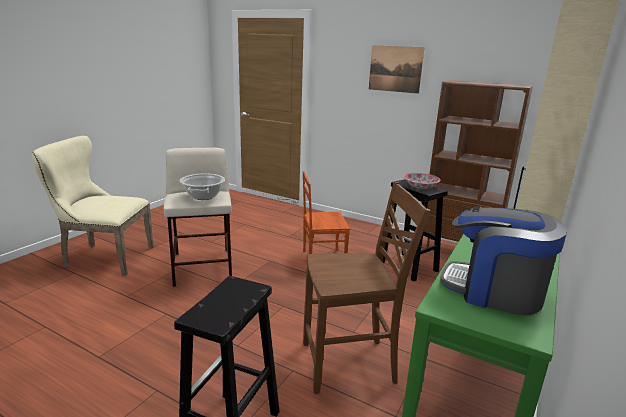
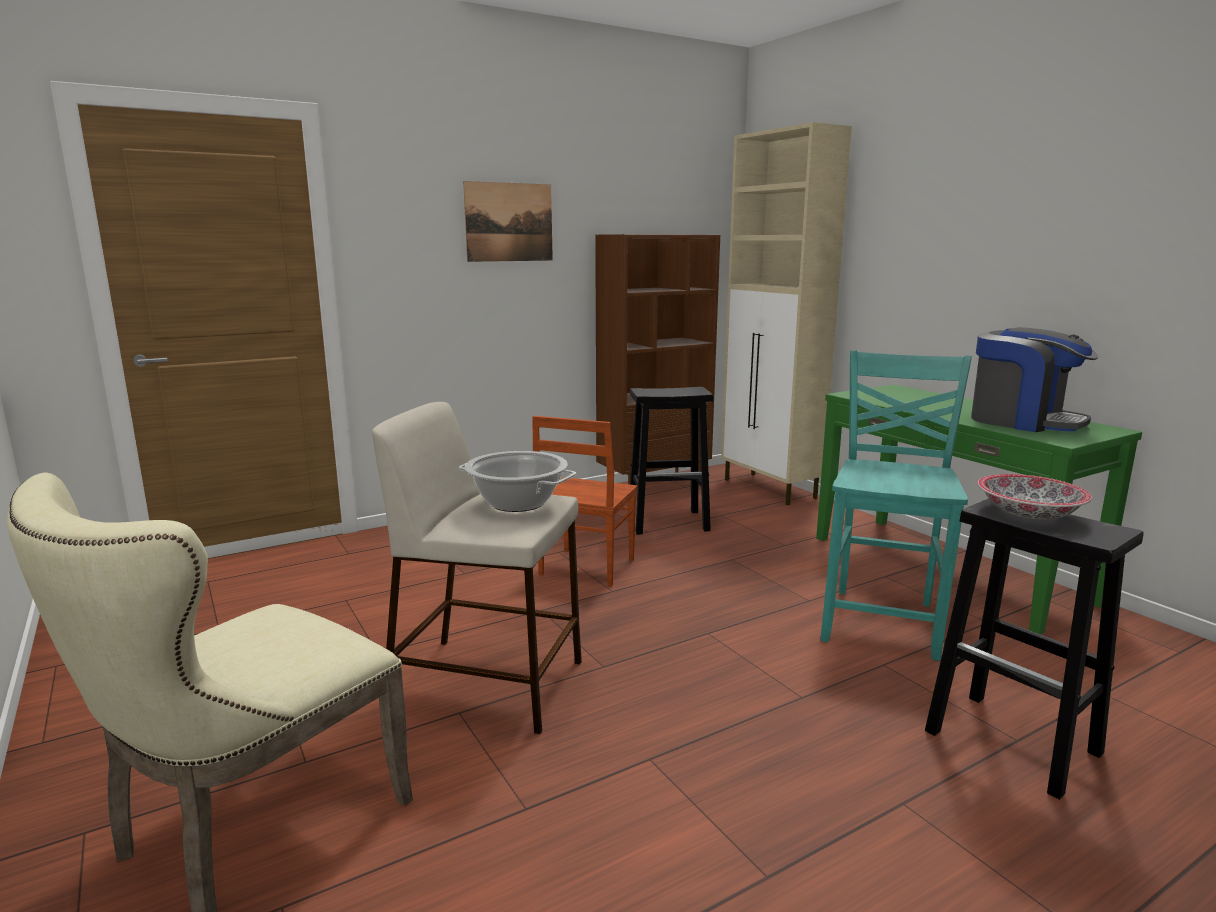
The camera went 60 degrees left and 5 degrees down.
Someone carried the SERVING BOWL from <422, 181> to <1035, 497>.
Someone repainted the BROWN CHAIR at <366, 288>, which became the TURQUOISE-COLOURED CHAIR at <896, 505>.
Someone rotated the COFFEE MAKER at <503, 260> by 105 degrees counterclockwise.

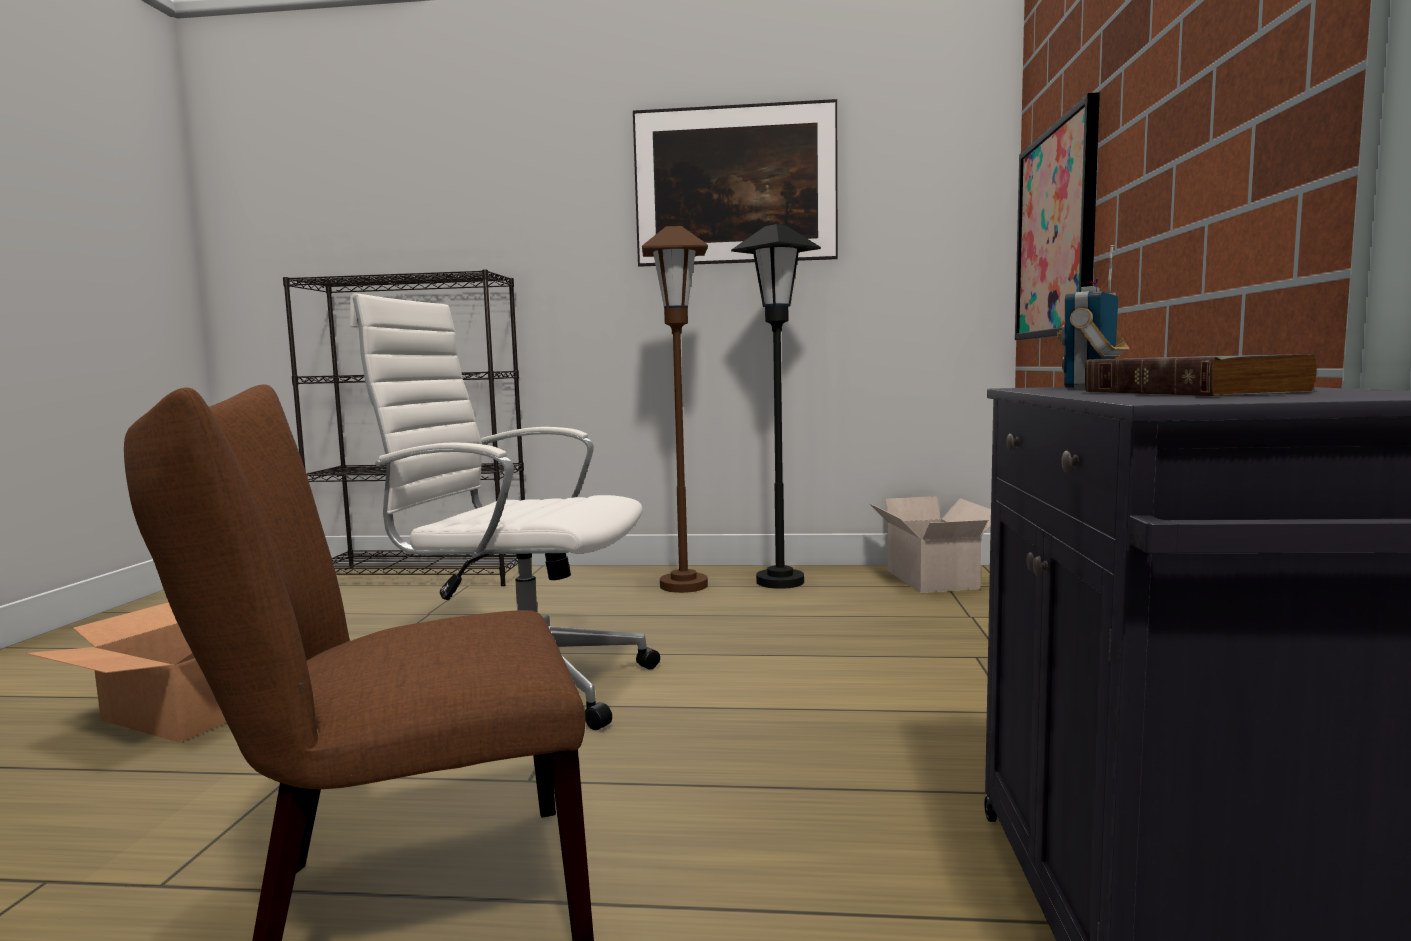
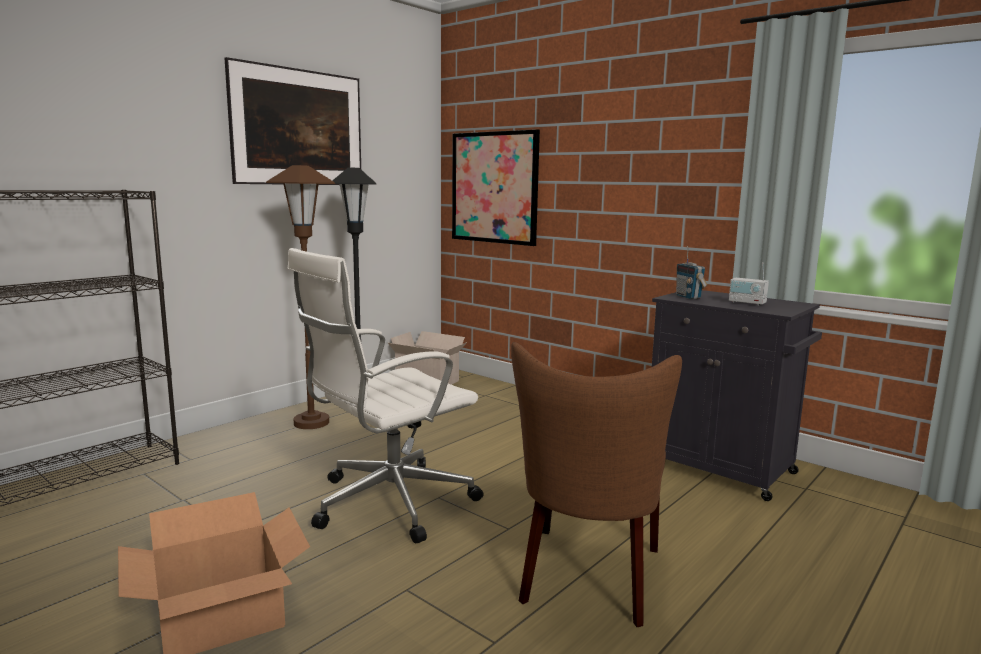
The camera went 55 degrees left and 5 degrees up.
Someone swapped the VOLUME at <1202, 375> for the RADIO at <749, 284>.

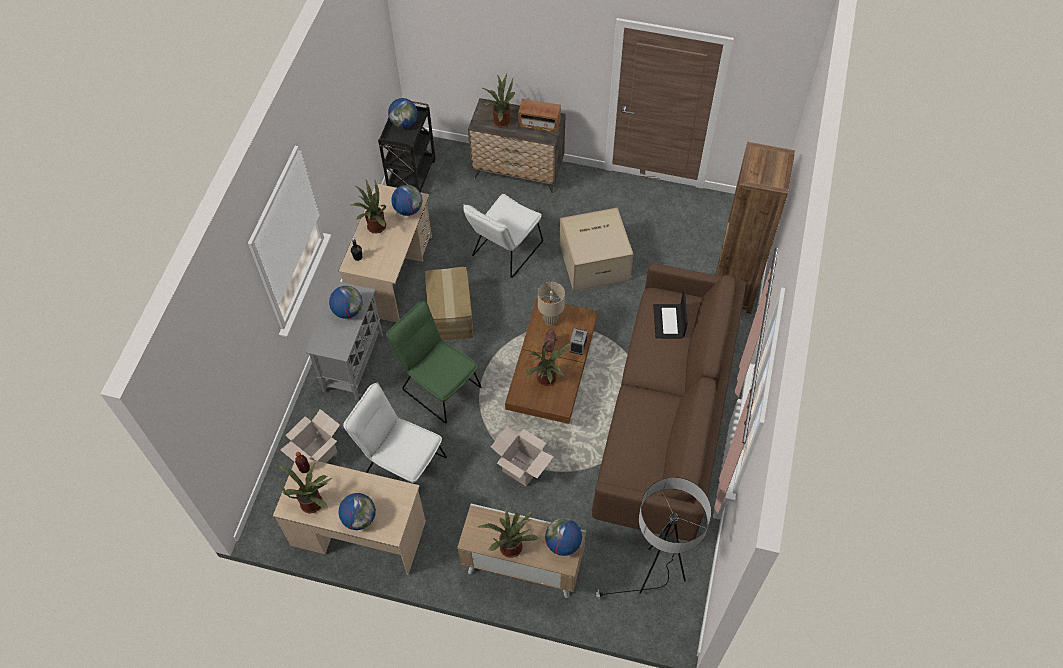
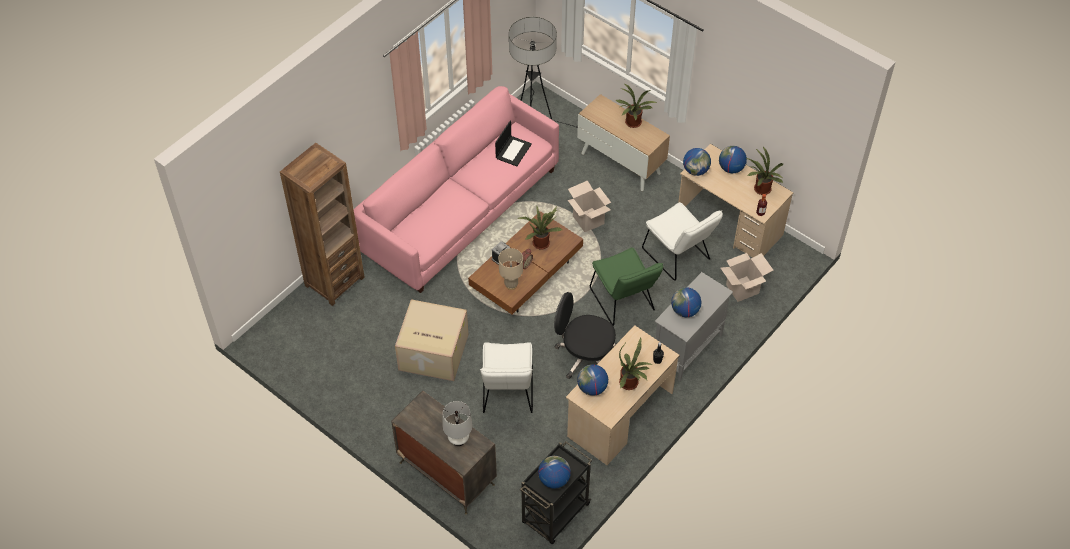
The camera went 155 degrees left and 5 degrees down.
Someone swapped the HOUSEPLANT at <498, 101> for the WHITE-COLOURED TABLE LAMP at <457, 423>.
Someone took away the RADIO at <539, 116>.
Someone rotated the WHITE-COLOURED CHAIR at <503, 236> by 120 degrees clockwise.
Someone repainted the BROWN COUCH at <669, 402>, which became the PINKISH COUCH at <456, 189>.
Someone swapped the PACKING BOX at <449, 303> for the BLACK DESK CHAIR at <585, 335>.
Someone carried the NOTEBOOK COMPUTER from <670, 314> to <513, 143>.
Someone carried the DESK GLOBE from <563, 537> to <697, 162>.

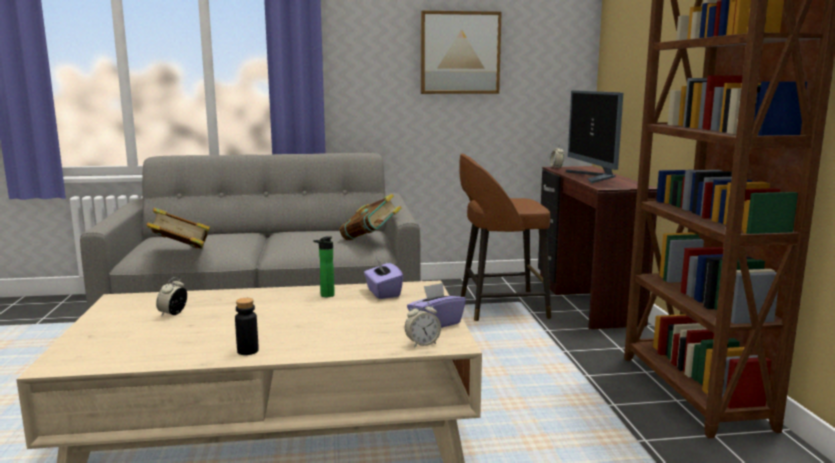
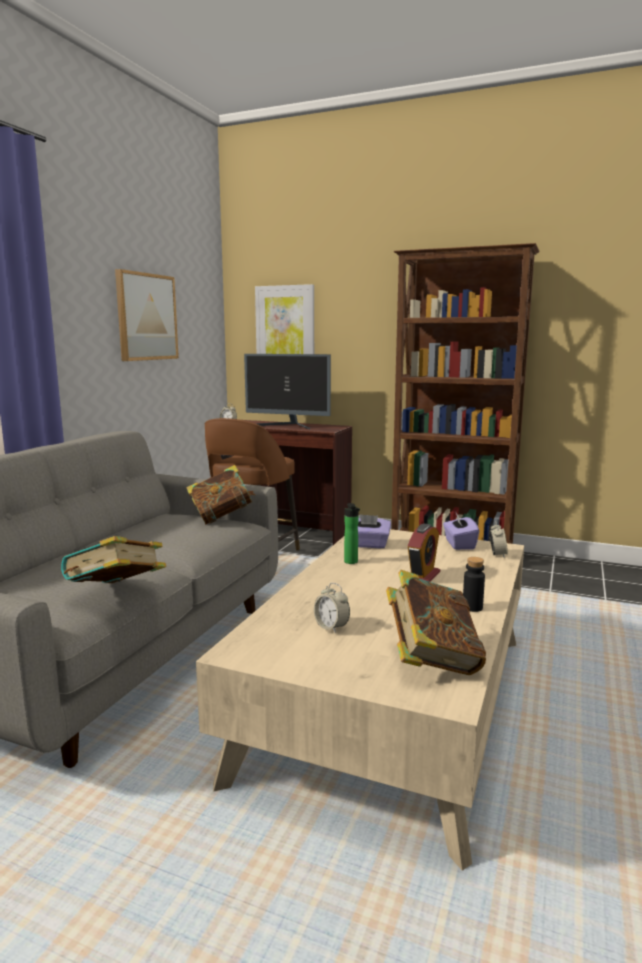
The camera went 60 degrees left and 0 degrees up.
Someone put up the WALL ART at <284, 319>.
Someone put down the TABLE CLOCK at <424, 553>.
Someone put down the VOLUME at <436, 622>.

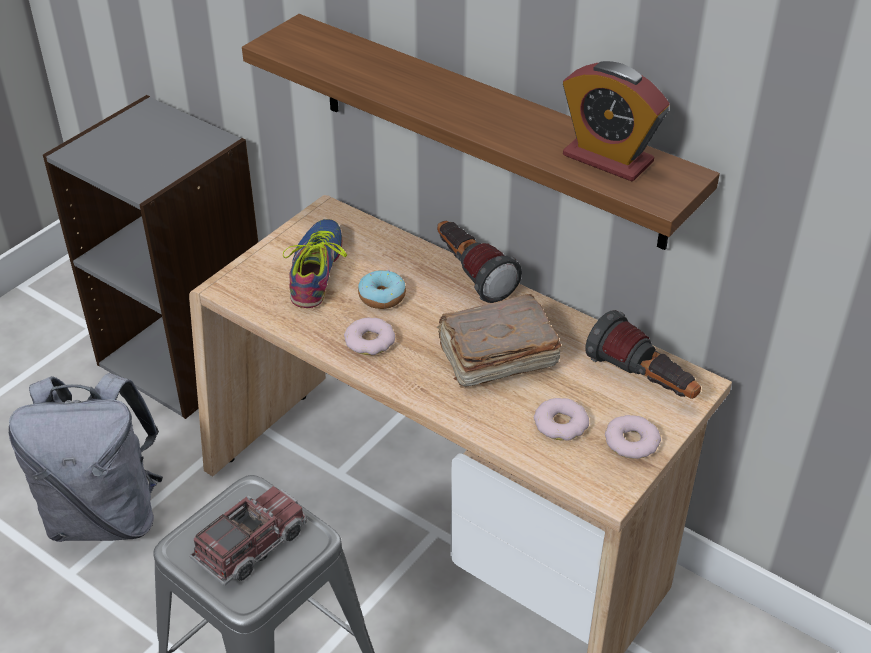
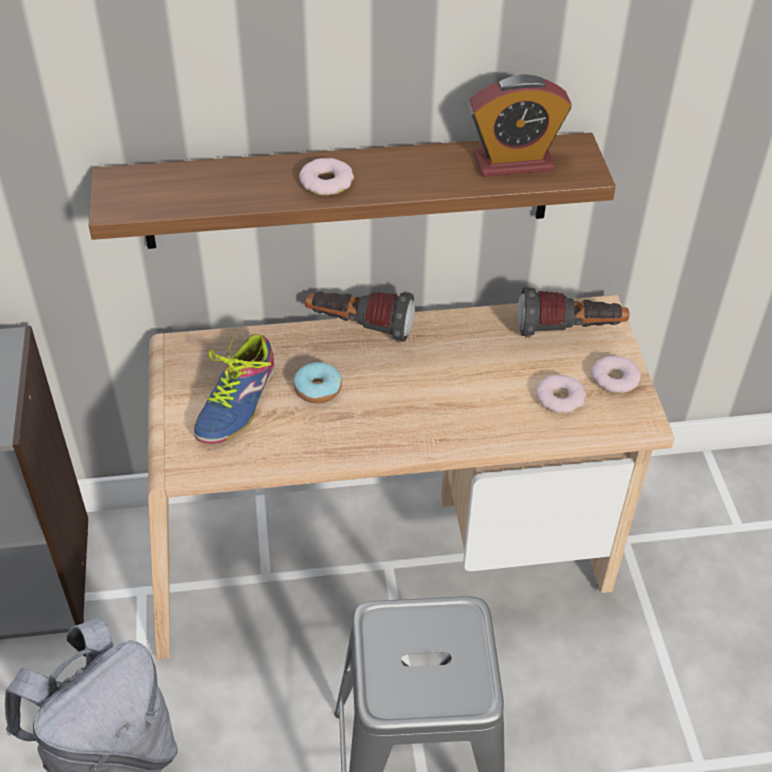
The camera went 45 degrees left and 5 degrees up.
Someone rotated the ITEM OF FOOTWEAR at <315, 263> by 120 degrees counterclockwise.
Someone took away the BROWN VOLUME at <499, 341>.
Someone carried the DOUGHNUT from <369, 336> to <326, 176>.
Someone took away the TOY TRUCK at <248, 536>.

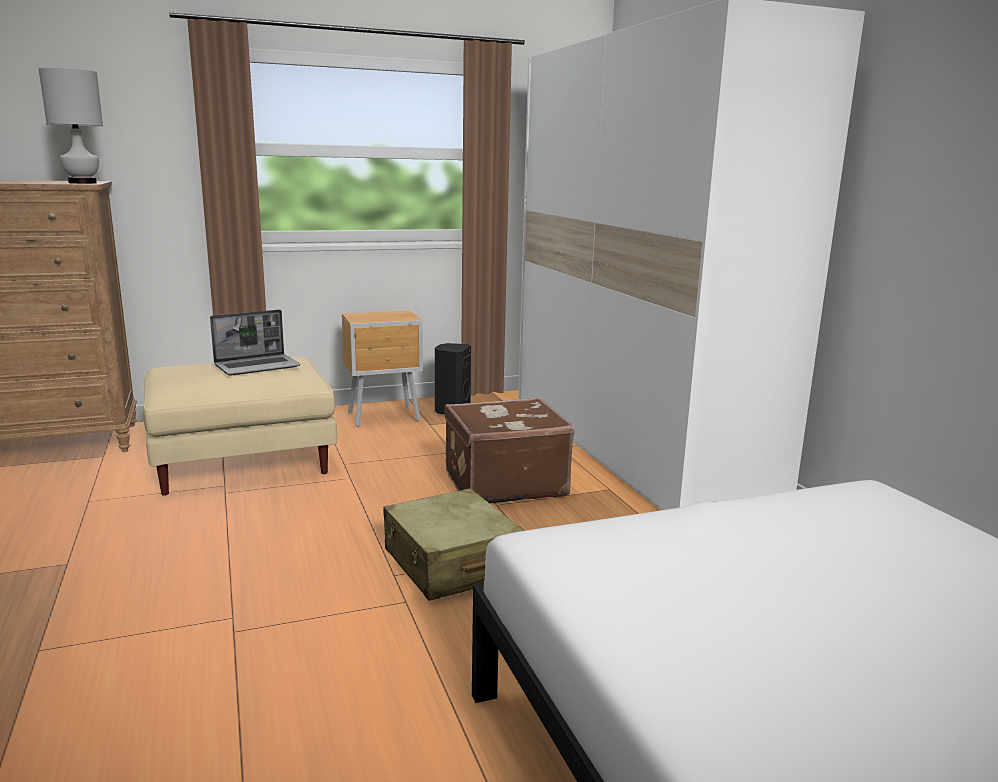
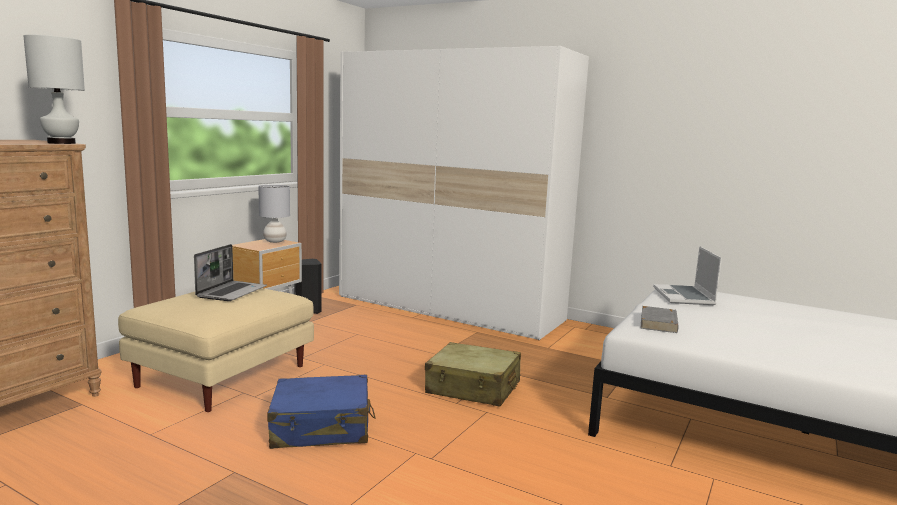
The camera went 40 degrees left and 5 degrees down.
Someone took away the BROWN PIECE OF LUGGAGE at <510, 450>.
Someone put down the GRAY TABLE LAMP at <274, 214>.
Someone put down the NOTEBOOK COMPUTER at <687, 275>.
Someone put down the GRAY VOLUME at <660, 319>.
Someone put down the BLUE PIECE OF LUGGAGE at <321, 412>.

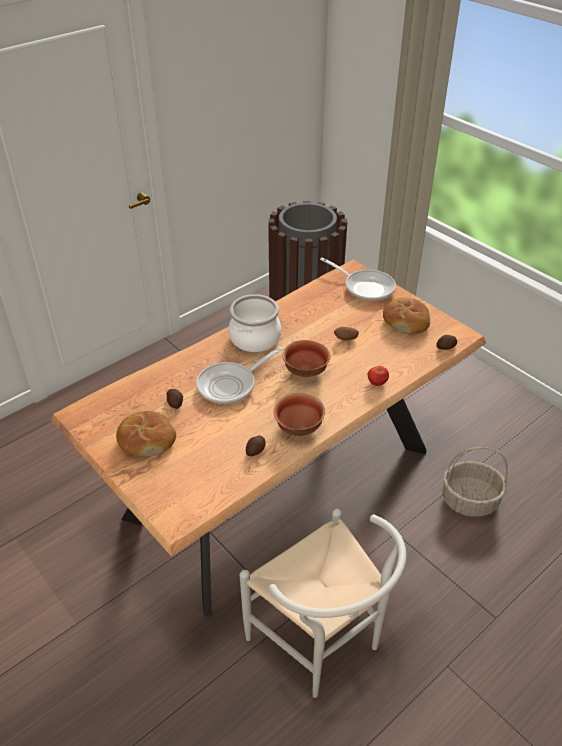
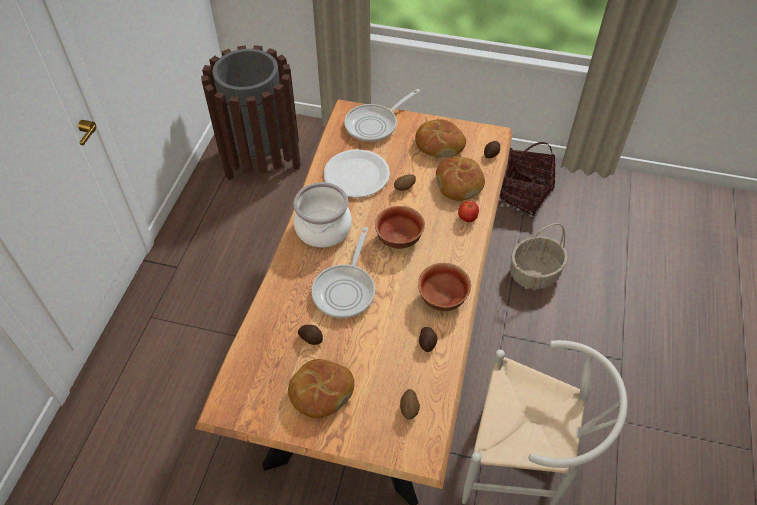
The camera went 35 degrees left and 10 degrees up.
Someone rotated the PAN at <358, 279> by 135 degrees clockwise.
Someone put down the STORAGE BASKET at <527, 179>.
Someone put down the WHITE-COLOURED FLAT DISH at <357, 173>.
Someone put down the BAKERY BREAD at <460, 179>.
Someone put down the WHOLE POTATO at <410, 404>.

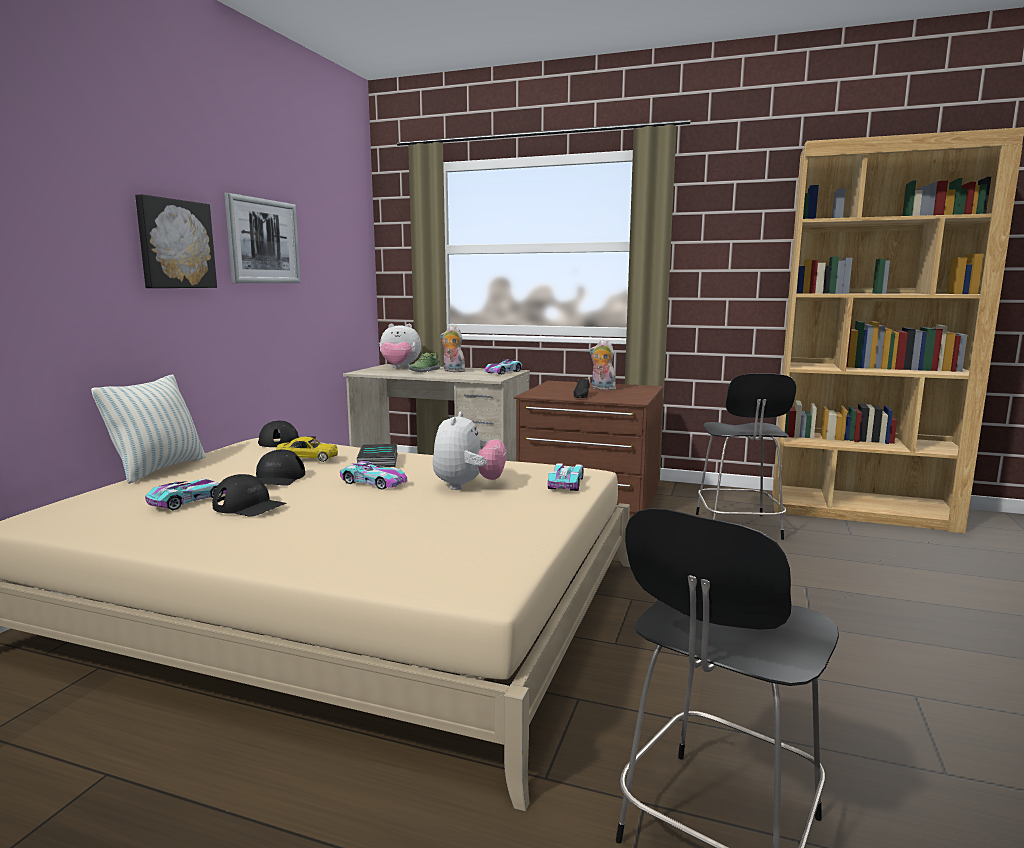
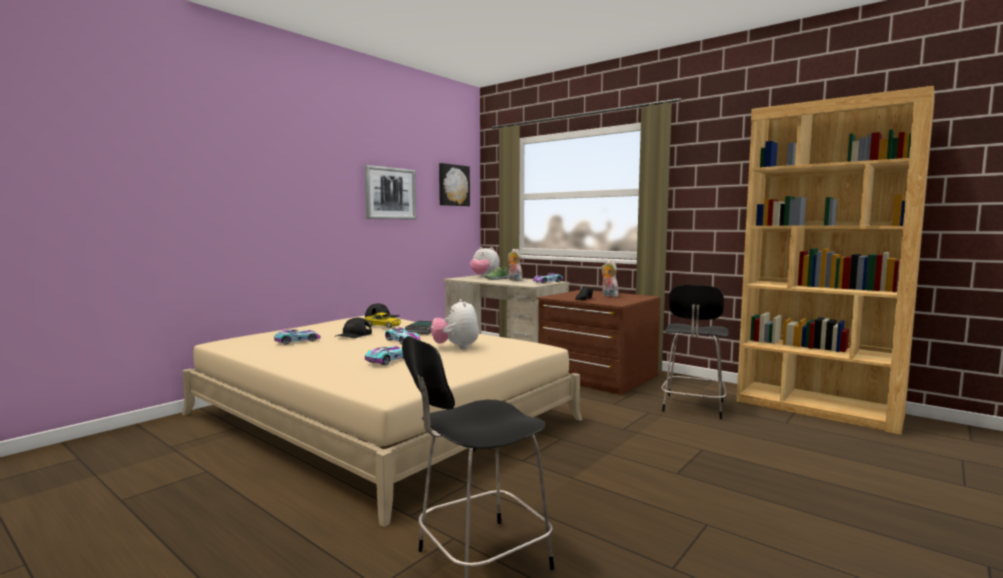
The camera went 20 degrees right and 5 degrees down.
Someone carried the WALL ART from <176, 241> to <454, 184>.
Someone took away the THROW PILLOW at <148, 429>.
Someone rotated the CUDDLY TOY at <469, 450> by 135 degrees clockwise.
Someone carried the TOY CAR from <565, 477> to <384, 355>.
Someone took away the BLACK CAP at <249, 495>.

